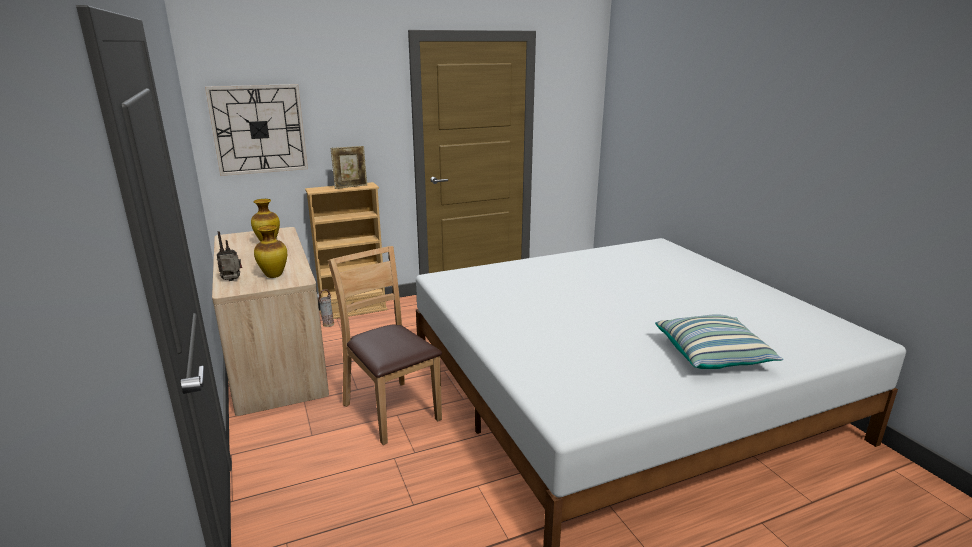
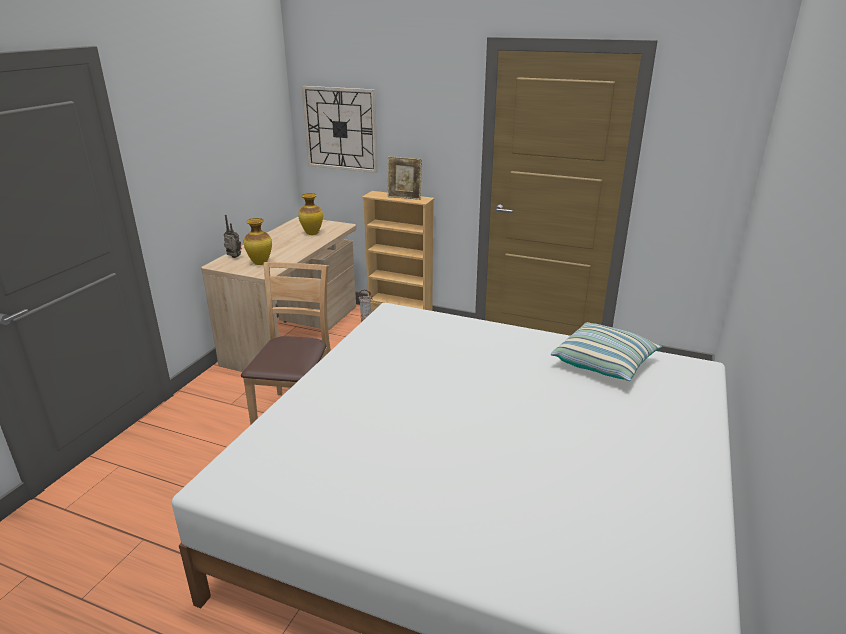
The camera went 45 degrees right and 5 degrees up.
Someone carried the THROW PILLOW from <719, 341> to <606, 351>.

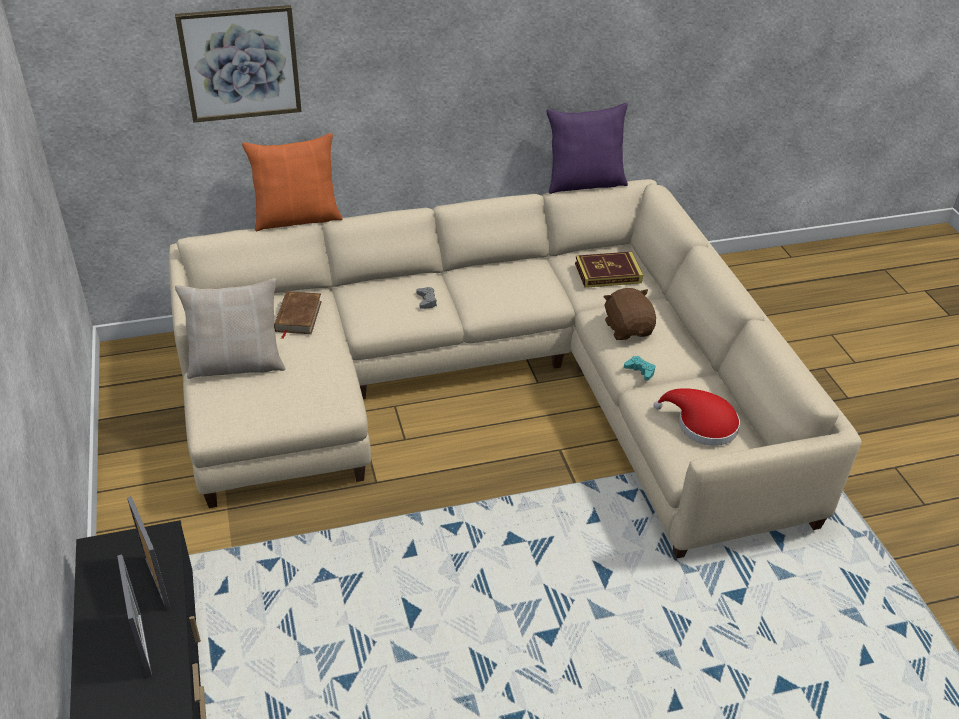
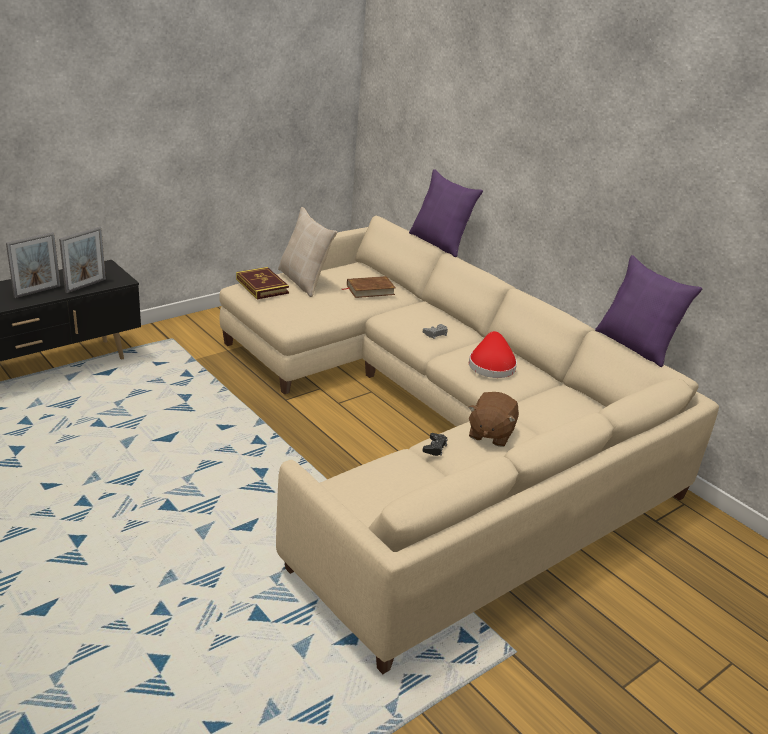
The camera went 65 degrees right and 10 degrees down.
Someone took away the WALL ART at <238, 64>.
Someone repainted the ORANGE THROW PILLOW at <292, 182>, which became the PURPLE-COLOURED THROW PILLOW at <446, 213>.
Someone carried the VOLUME from <609, 270> to <262, 283>.
Someone rotated the BROWN CUDDLY TOY at <630, 314> by 150 degrees clockwise.
Someone repainted the TURQUOISE-COLOURED GAMEPAD at <639, 368>, which became the BLACK GAMEPAD at <435, 444>.
Someone carried the RED-COLOURED CLOTHING HAT from <697, 417> to <493, 354>.

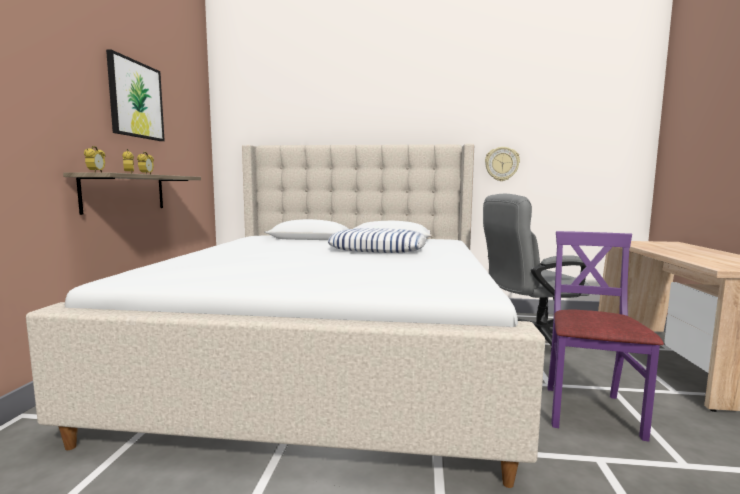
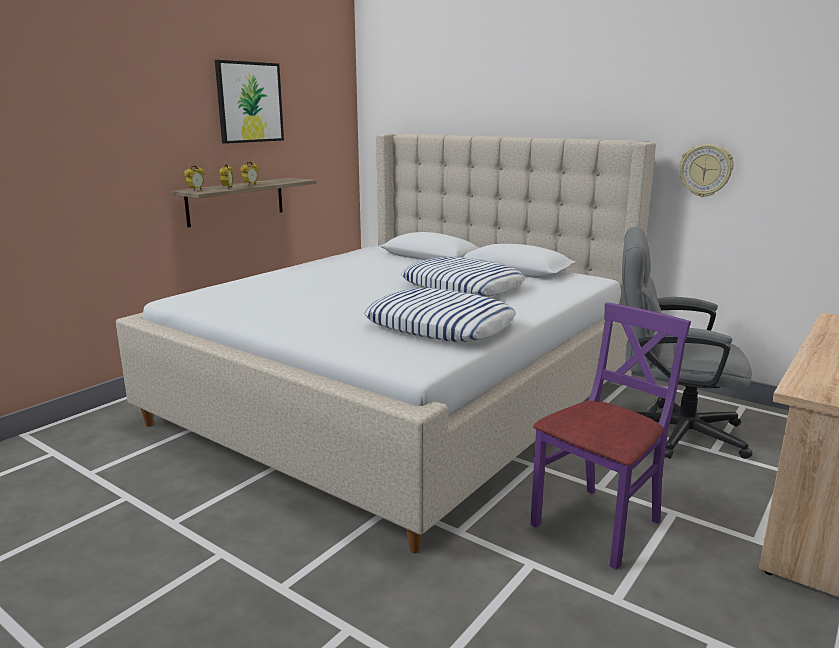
The camera went 30 degrees right and 10 degrees up.
Someone put down the THROW PILLOW at <440, 315>.

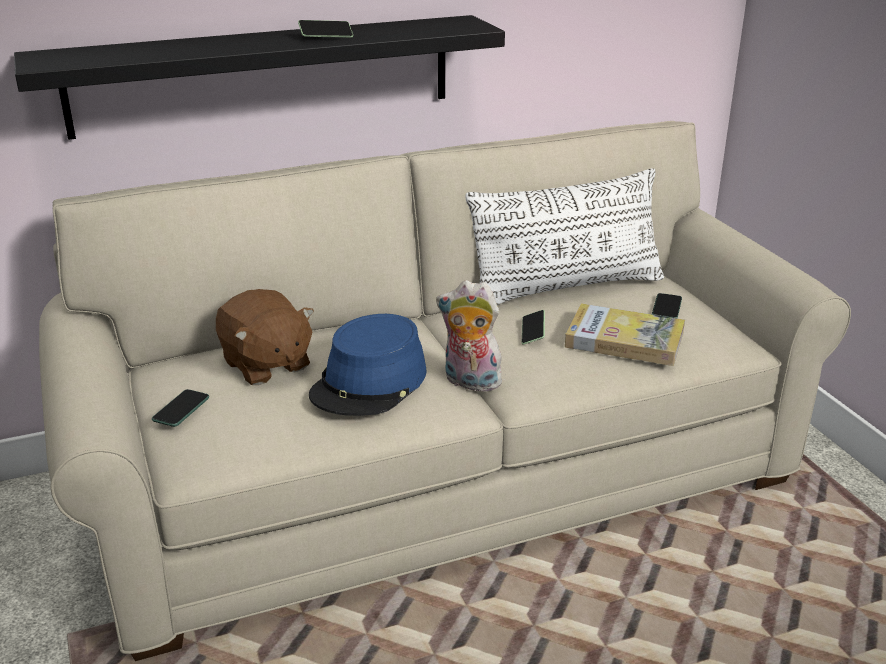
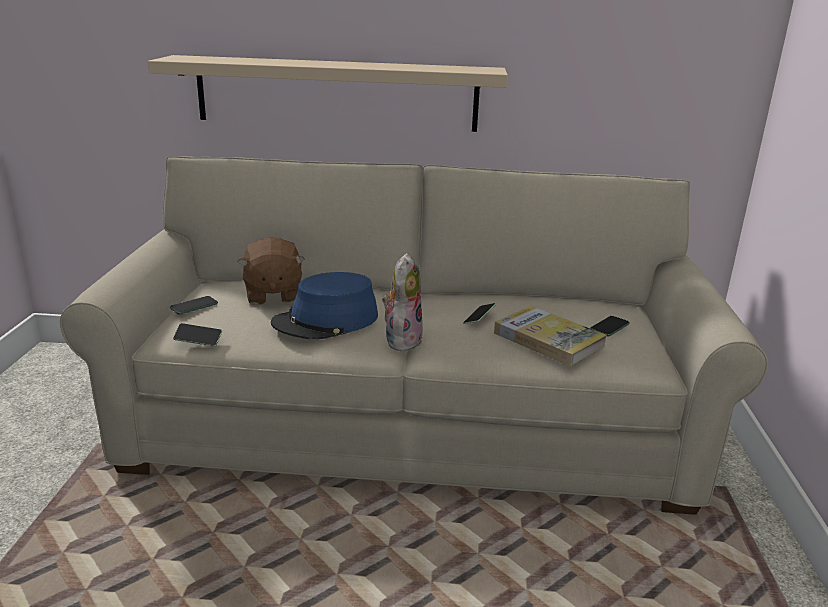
The camera went 25 degrees right and 5 degrees down.
Someone repainted the BLACK WALL SHELF at <259, 77>, which became the BEIGE WALL SHELF at <327, 93>.
Someone carried the HANDSET from <325, 29> to <197, 334>.
Someone took away the WHITE-COLOURED THROW PILLOW at <564, 236>.
Someone rotated the CUDDLY TOY at <469, 337> by 60 degrees clockwise.

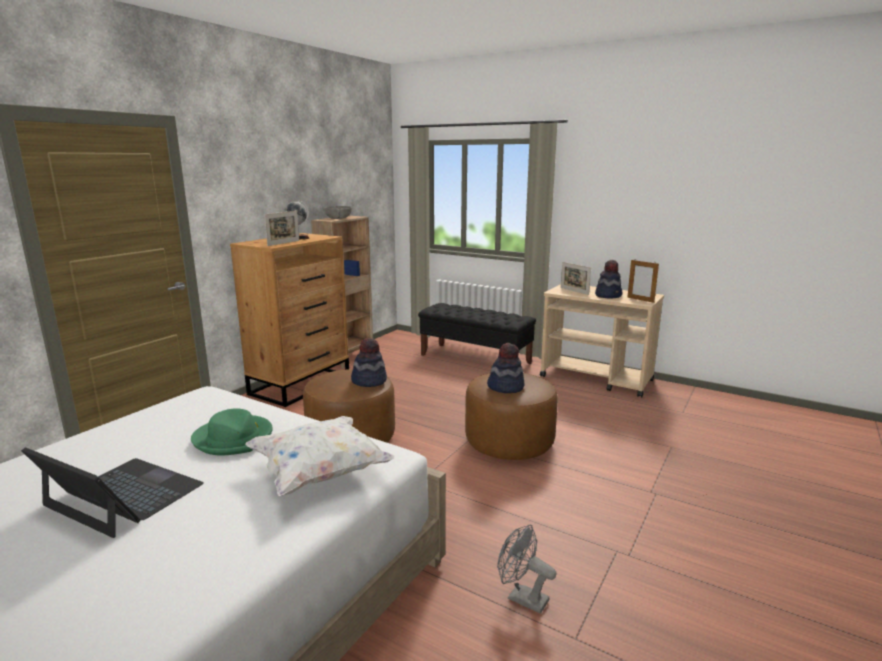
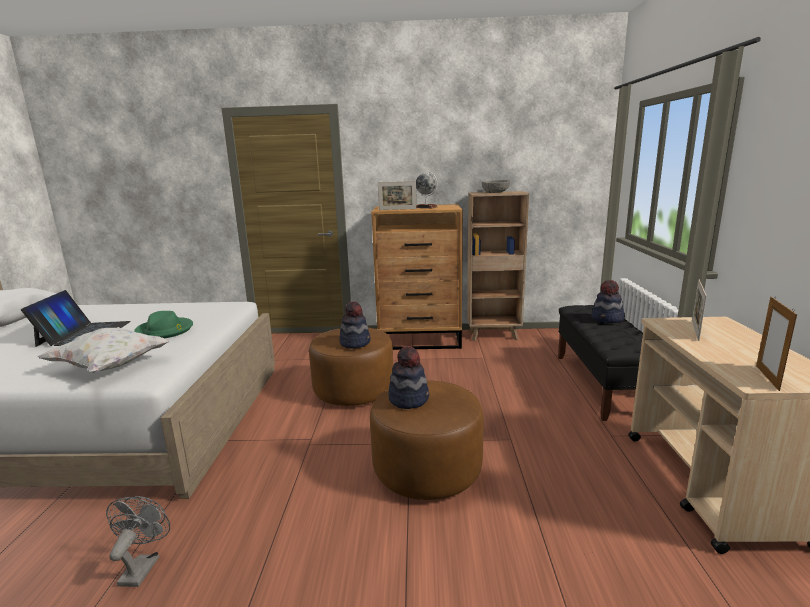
The camera went 60 degrees right and 0 degrees up.
Someone carried the CLOTHING HAT from <609, 279> to <608, 301>.

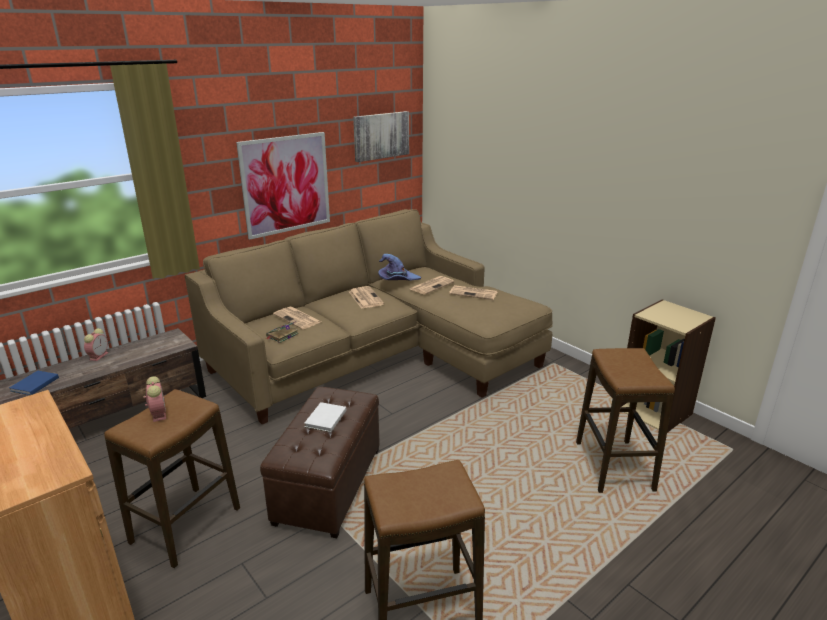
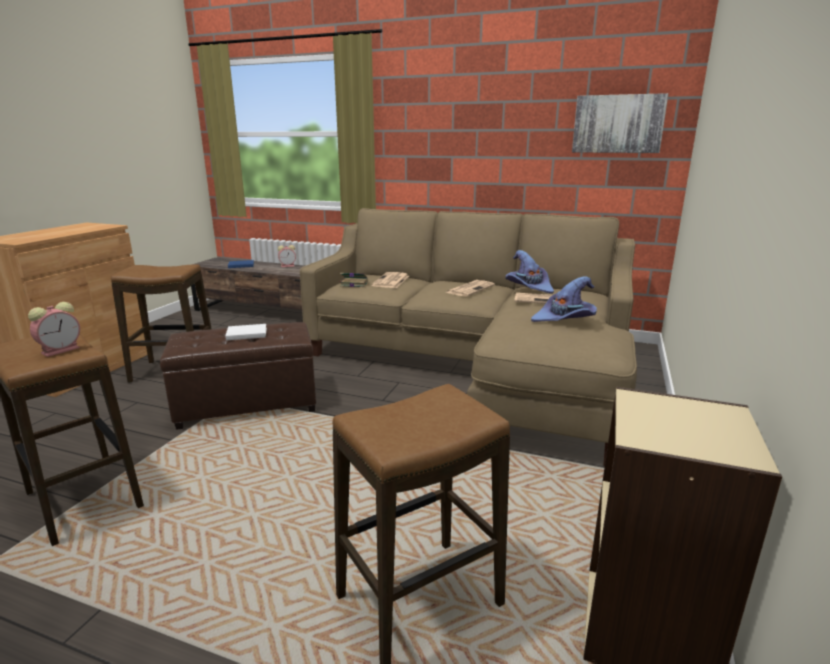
The camera went 60 degrees right and 5 degrees down.
Someone took away the WALL ART at <283, 186>.
Someone swapped the PRINTED PAPER at <473, 292> for the PURPLE-COLOURED CLOTHING HAT at <564, 299>.
Someone carried the TABLE CLOCK from <154, 399> to <54, 329>.

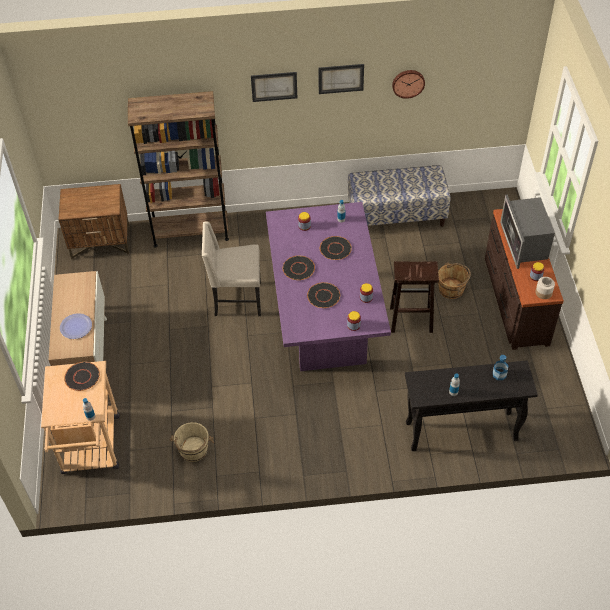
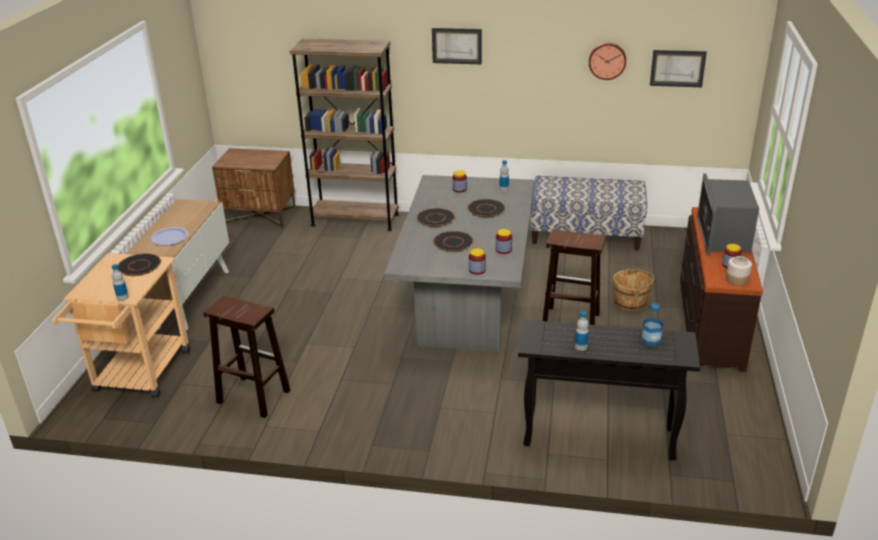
The camera went 15 degrees right and 20 degrees down.
Someone carried the WALL ART from <341, 79> to <678, 68>.
Someone repainted the PURPLE-COLOURED DINING TABLE at <328, 286>, which became the GRAY DINING TABLE at <459, 263>.
Someone took away the BEIGE CHAIR at <231, 268>.
Someone swapped the BEIGE WATER BUCKET at <191, 442> for the BROWN SITTING STOOL at <247, 356>.

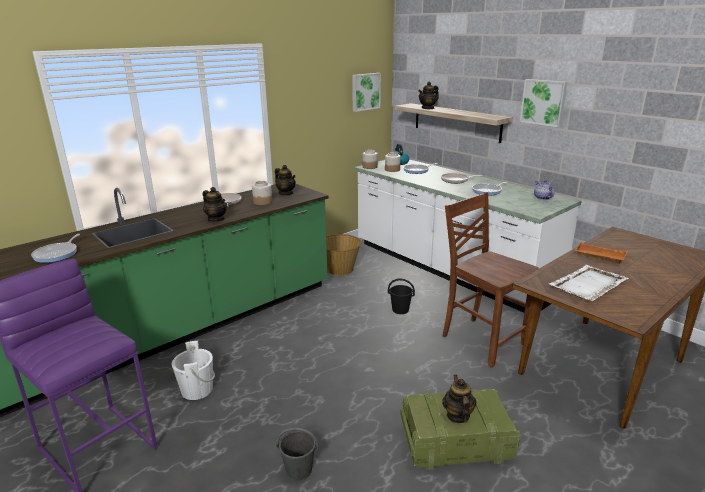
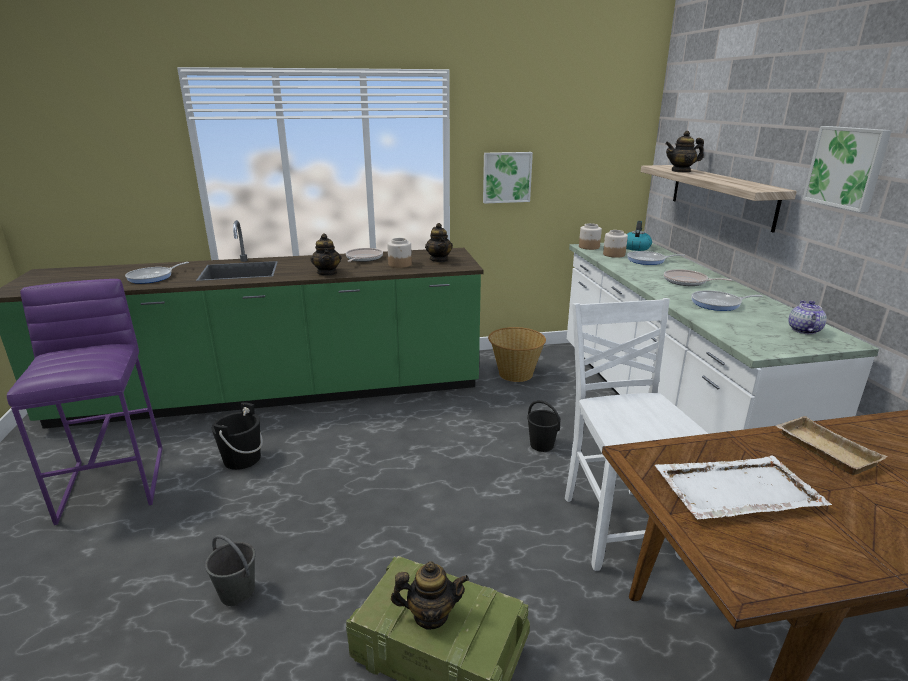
The camera went 30 degrees right and 0 degrees up.
Someone carried the WALL ART from <366, 92> to <508, 178>.
Someone repainted the BROWN CHAIR at <491, 280>, which became the WHITE-COLOURED CHAIR at <636, 434>.
Someone repainted the ORANGE CARRYING TRAY at <601, 253>, which became the BEIGE CARRYING TRAY at <831, 445>.
Someone repainted the WHITE-COLOURED WATER BUCKET at <193, 370>, which became the BLACK WATER BUCKET at <237, 436>.
Someone rotated the TEA POT at <459, 399> by 60 degrees clockwise.

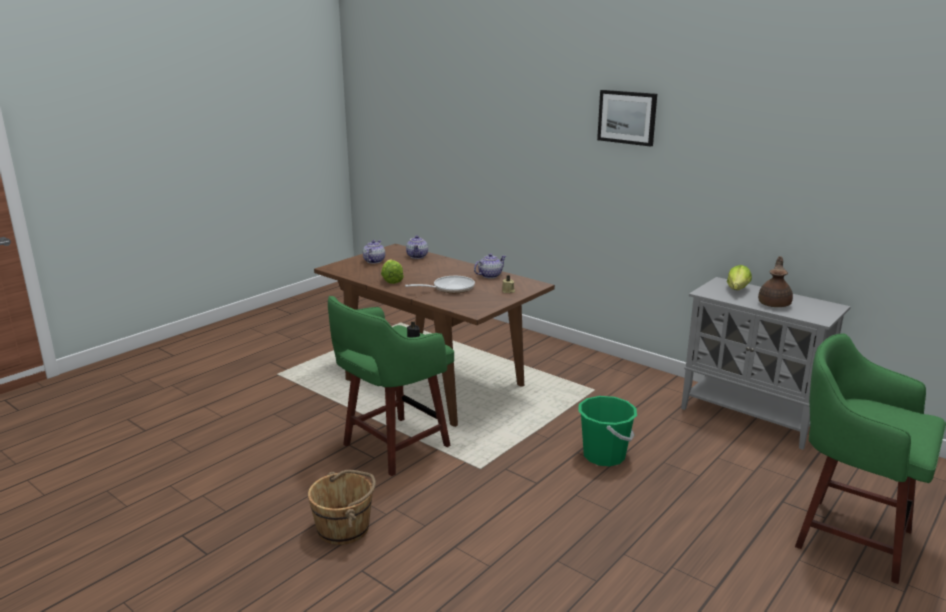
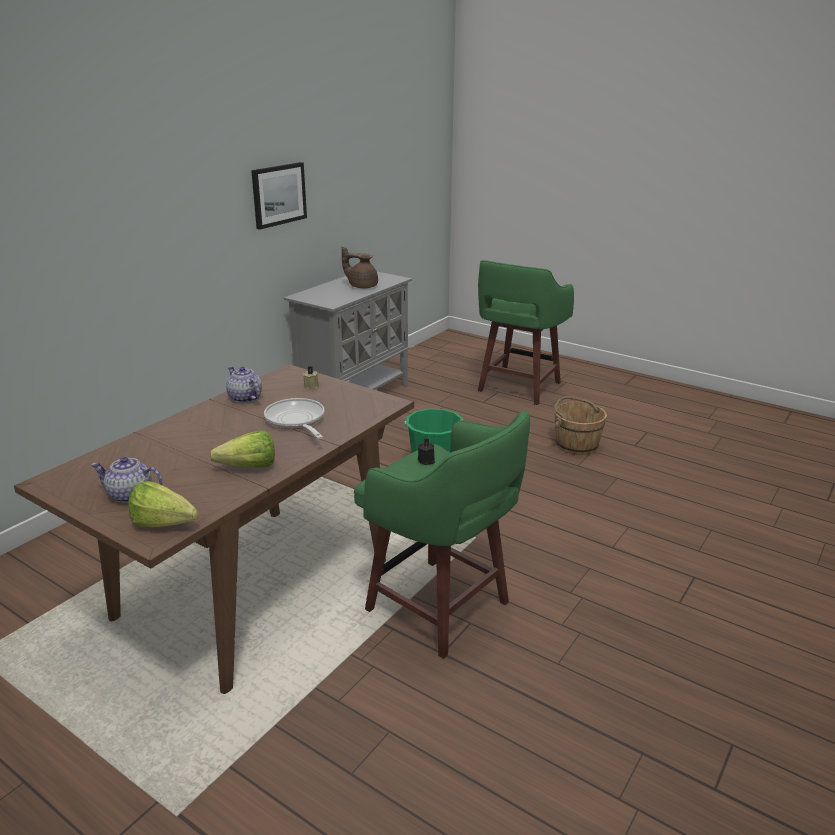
The camera went 95 degrees left and 5 degrees up.
Someone carried the WALL ART from <627, 118> to <279, 195>.
Someone took away the TEA POT at <417, 247>.
Someone carried the HEAD OF LETTUCE from <739, 277> to <163, 504>.
Someone carried the BROWN WATER BUCKET from <342, 507> to <579, 425>.

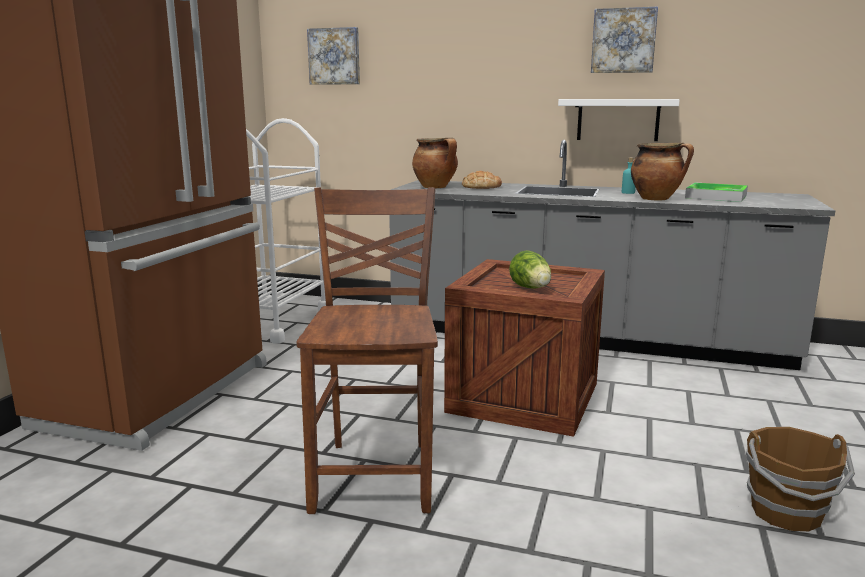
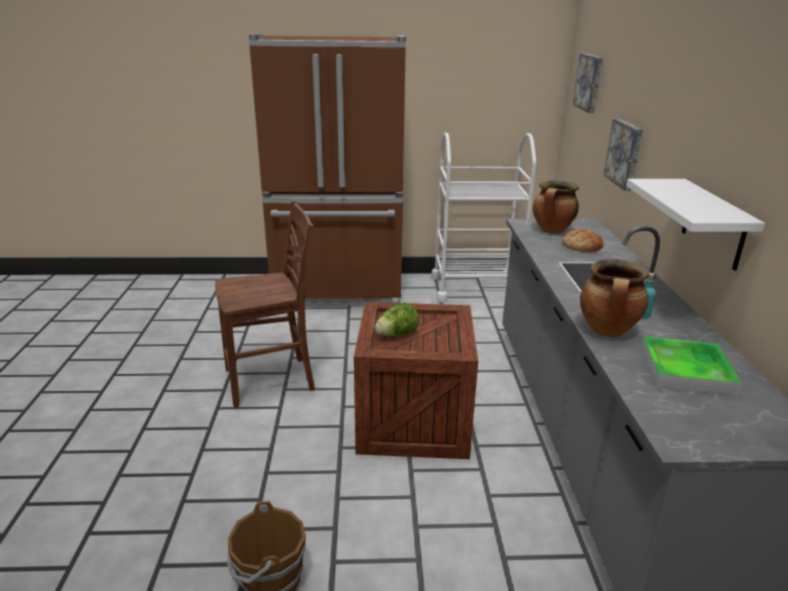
The camera went 70 degrees right and 10 degrees up.
Someone carried the WALL ART from <624, 39> to <623, 155>.

